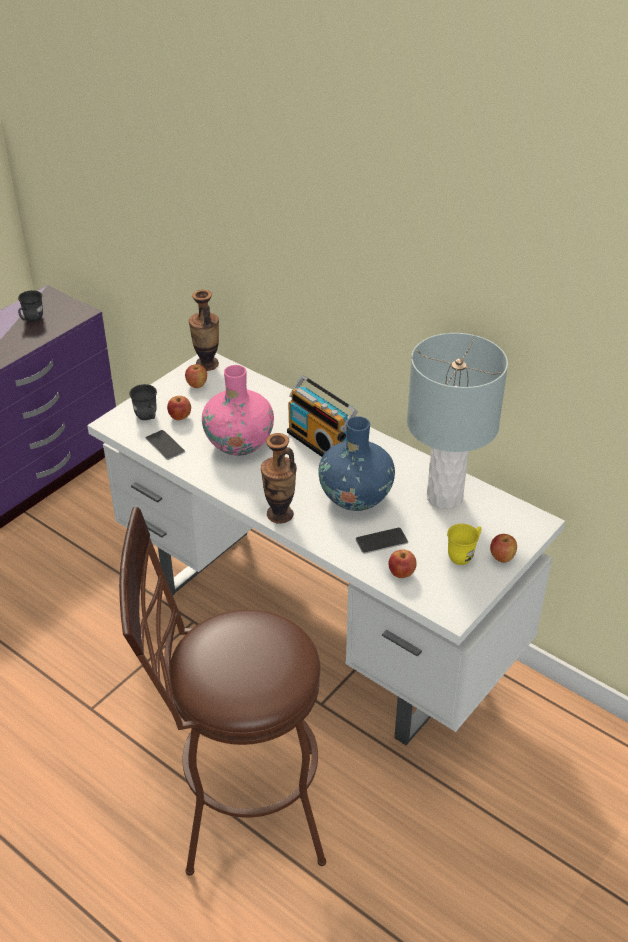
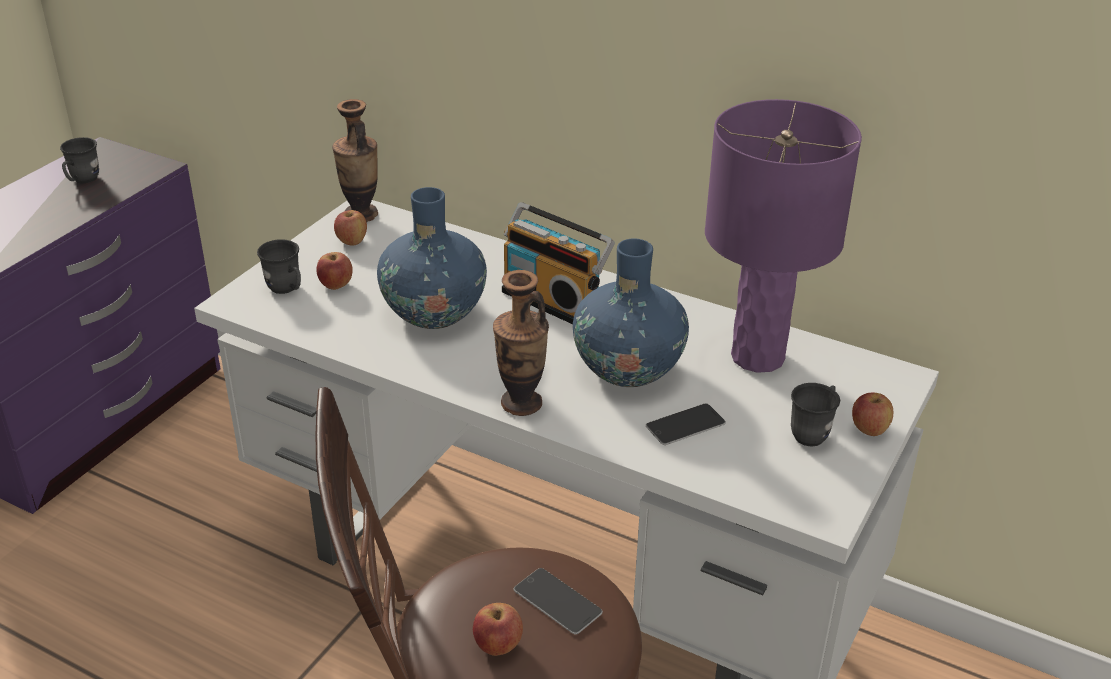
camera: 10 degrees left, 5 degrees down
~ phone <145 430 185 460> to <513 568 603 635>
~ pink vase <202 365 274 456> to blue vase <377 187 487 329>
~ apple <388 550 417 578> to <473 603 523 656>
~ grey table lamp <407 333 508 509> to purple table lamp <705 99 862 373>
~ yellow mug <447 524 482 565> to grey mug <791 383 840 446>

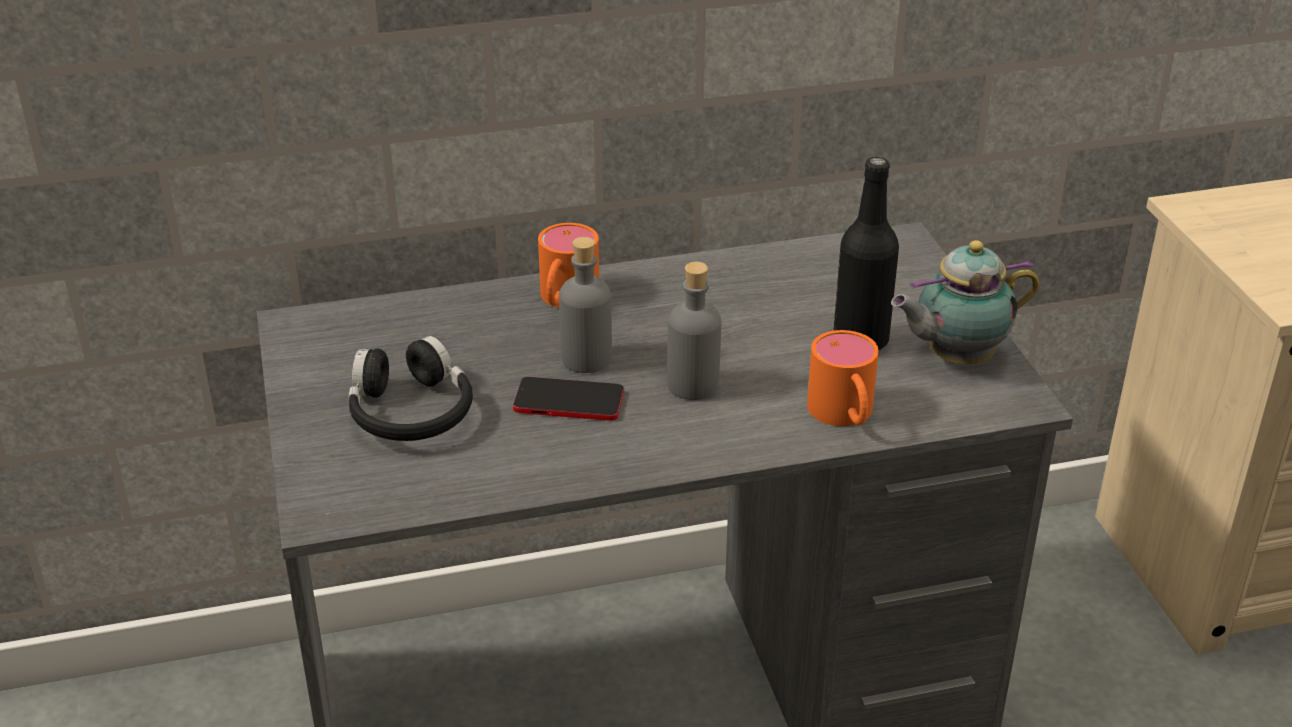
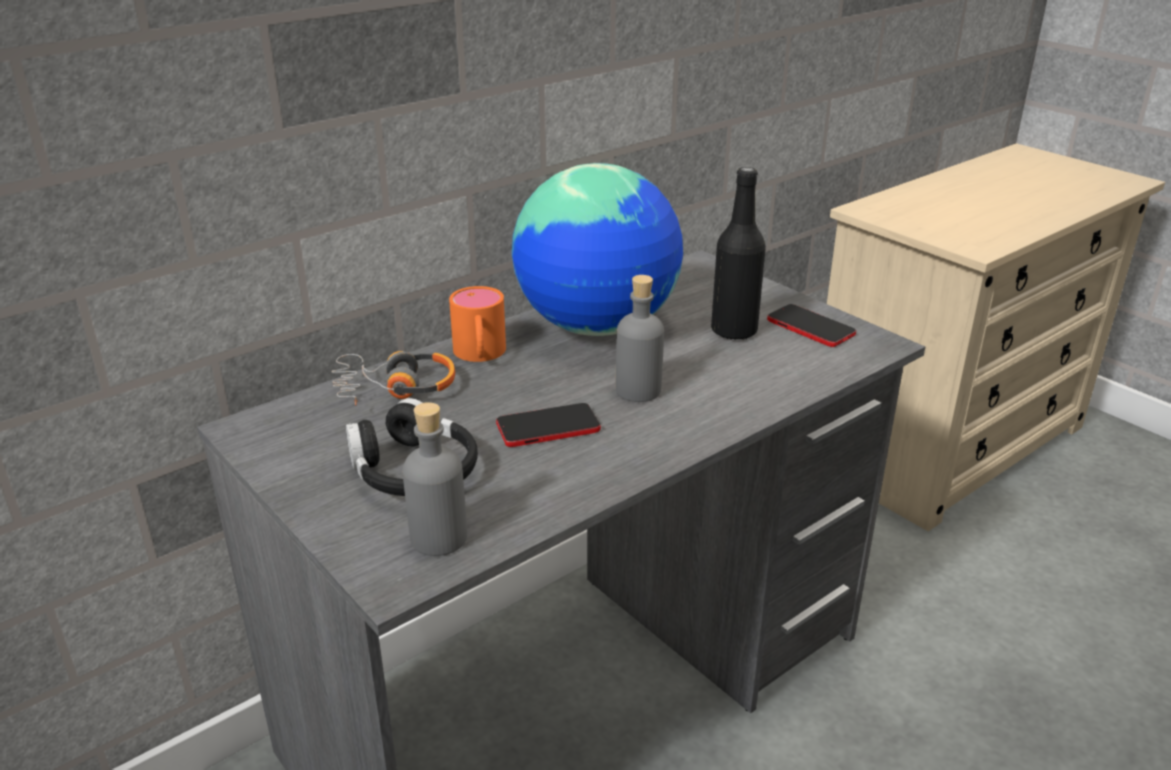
camera: 25 degrees left, 5 degrees down
~ grey bottle <559 237 612 373> to <402 402 467 556>
- orange mug <807 330 879 426>
~ teapot <891 240 1040 364> to phone <767 304 856 347>
+ headphones <331 351 455 405>
+ globe <512 163 683 336>

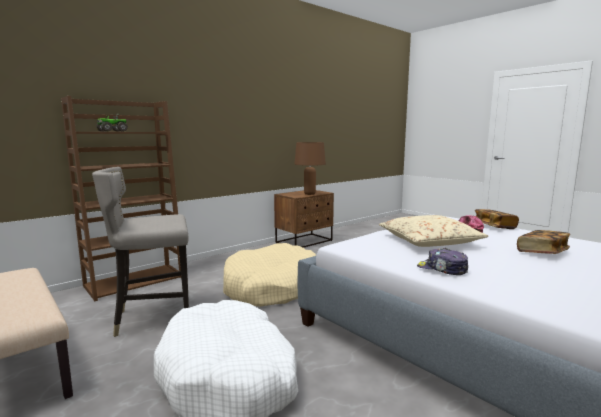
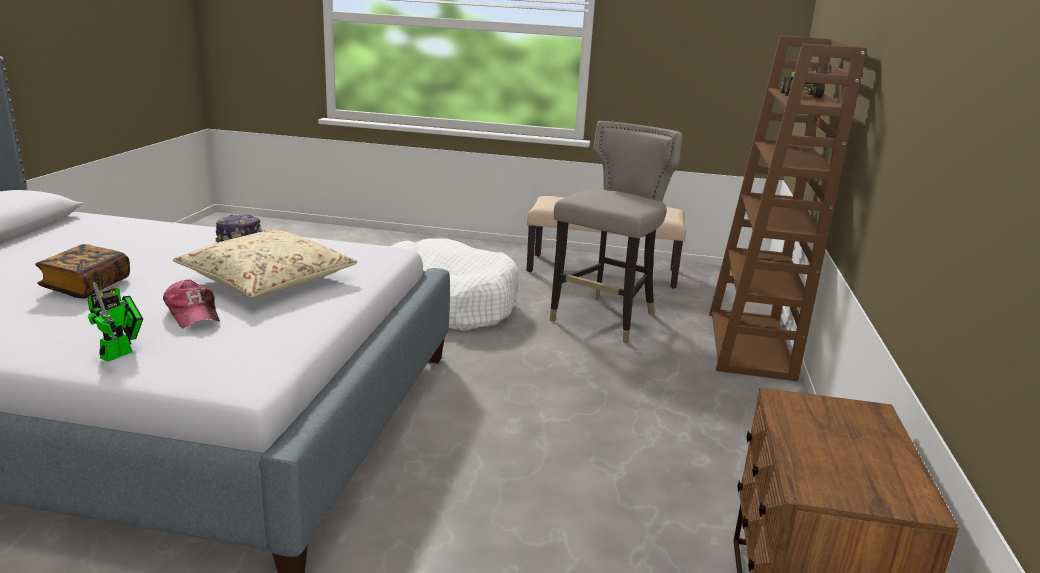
camera: 140 degrees right, 10 degrees up
- beige dog bed <223 243 316 307>
- brown table lamp <294 142 326 195>
~ book <475 209 519 229> to toy robot <88 282 143 362>

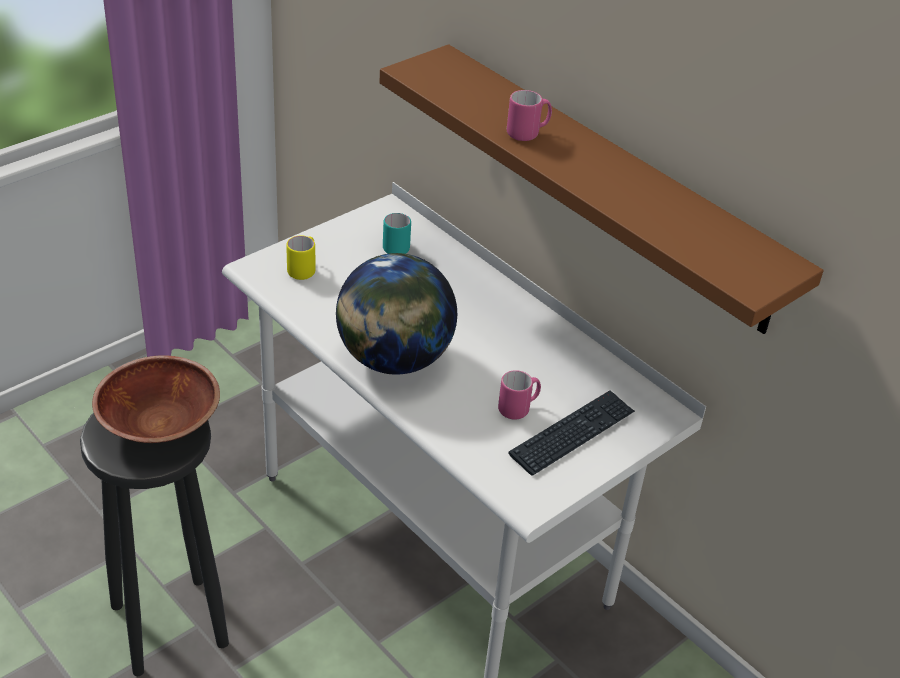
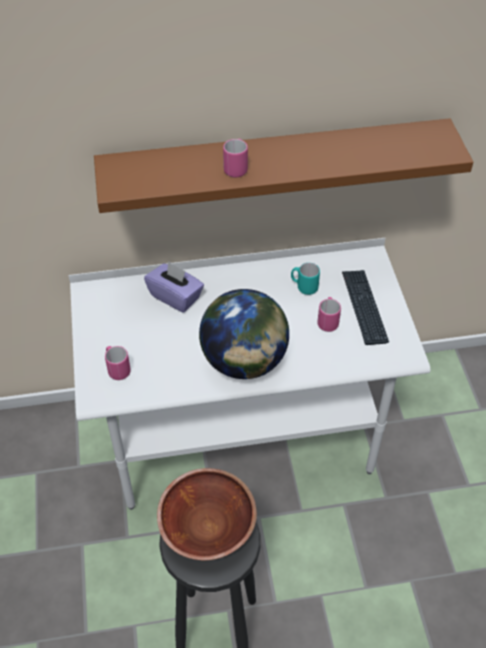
camera: 55 degrees left, 10 degrees up
~ yellow mug <286 236 315 280> to pink mug <105 346 131 380>
~ turquoise mug <383 213 411 254> to <291 263 320 295>
+ purple tissue box <144 261 204 313>

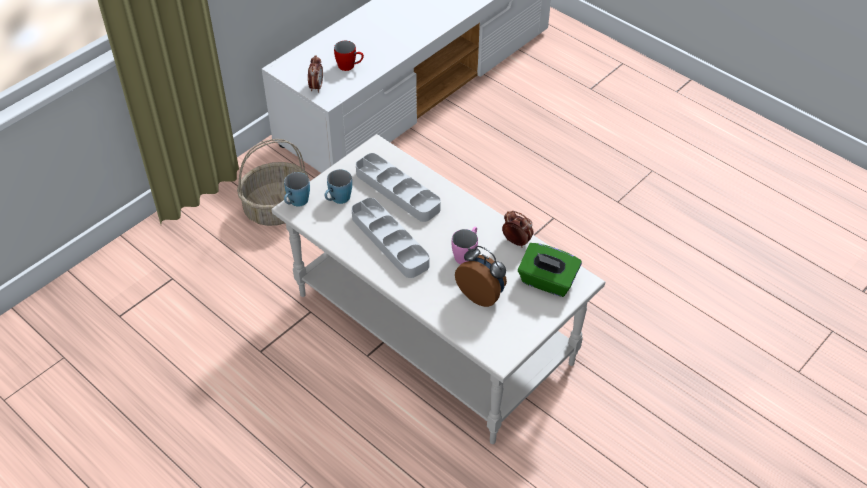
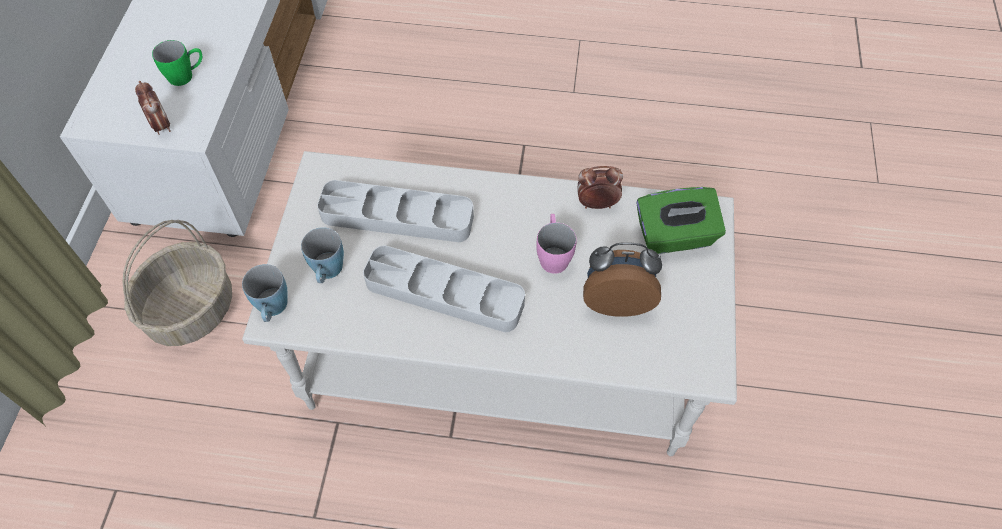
camera: 35 degrees left, 10 degrees up
~ red mug <334 41 364 71> to green mug <152 40 202 86>

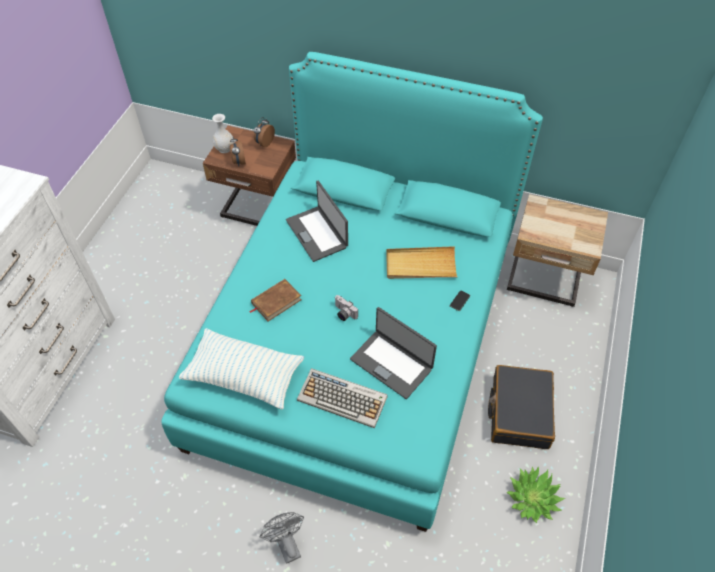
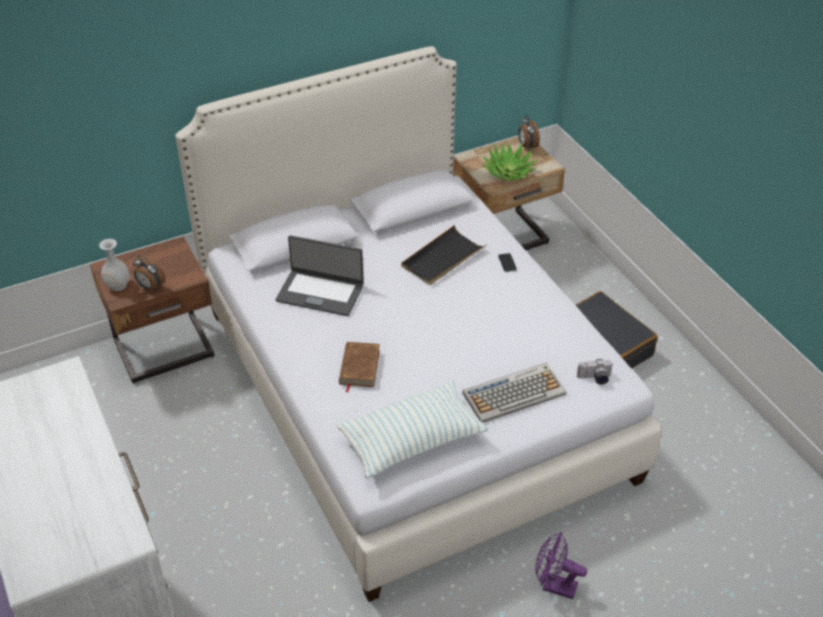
camera: 45 degrees left, 10 degrees down
~ turquoise bed <161 52 543 532> to white bed <175 46 661 602>
~ alarm clock <254 117 275 147> to <518 115 540 150>
~ grey fan <260 512 304 564> to purple fan <535 532 587 599>
~ photo camera <335 295 358 321> to <577 359 613 385>
- laptop <350 307 437 399>
~ beige tray <386 246 458 279> to black tray <401 225 486 285>
~ potted plant <506 466 565 523> to <482 143 537 181>

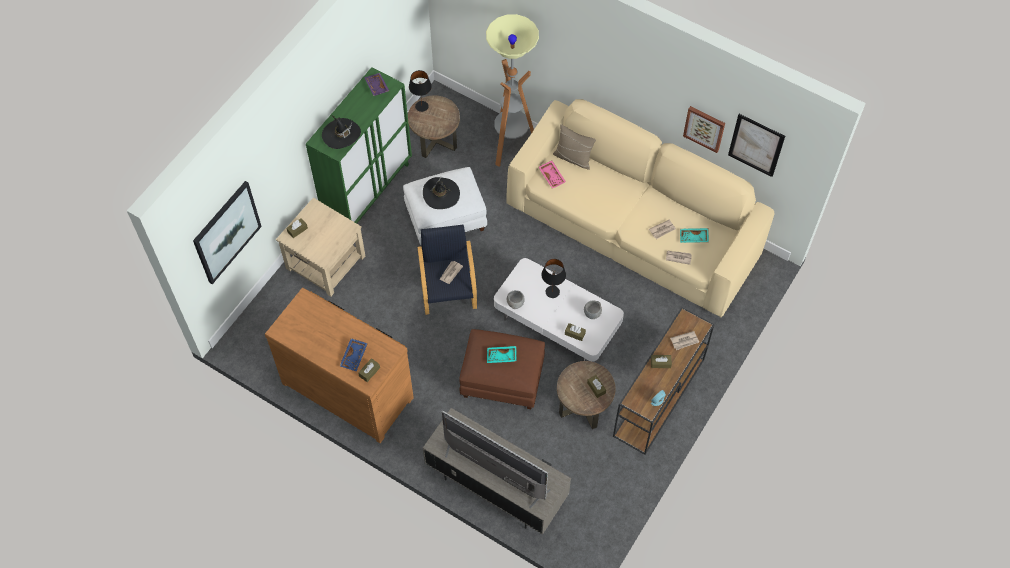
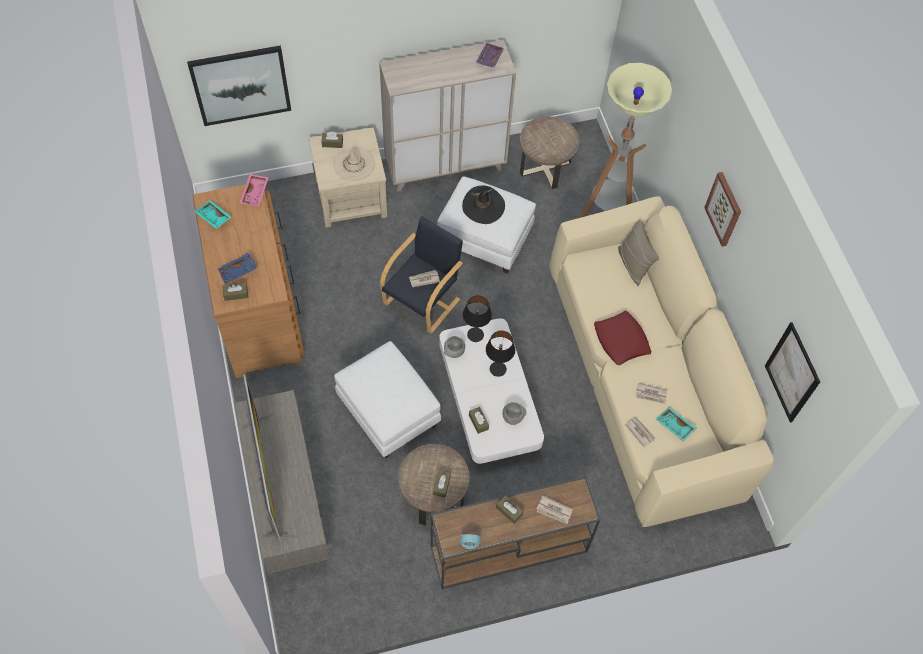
camera: 40 degrees right, 0 degrees up
~ green cabinet <306 67 412 223> to beige cabinet <379 40 516 191>
- black hat <322 115 361 149>
~ black table lamp <409 70 432 112> to <463 295 492 342>
~ brown ottoman <459 329 545 409> to white ottoman <334 341 441 459>
~ turquoise tray <487 346 516 363> to <194 200 231 229>
~ pink tray <538 161 566 189> to <240 174 269 207>
~ picture <683 106 725 153> to <704 172 741 247>
+ beige hat <333 147 375 181>
+ red pillow <594 311 651 365>

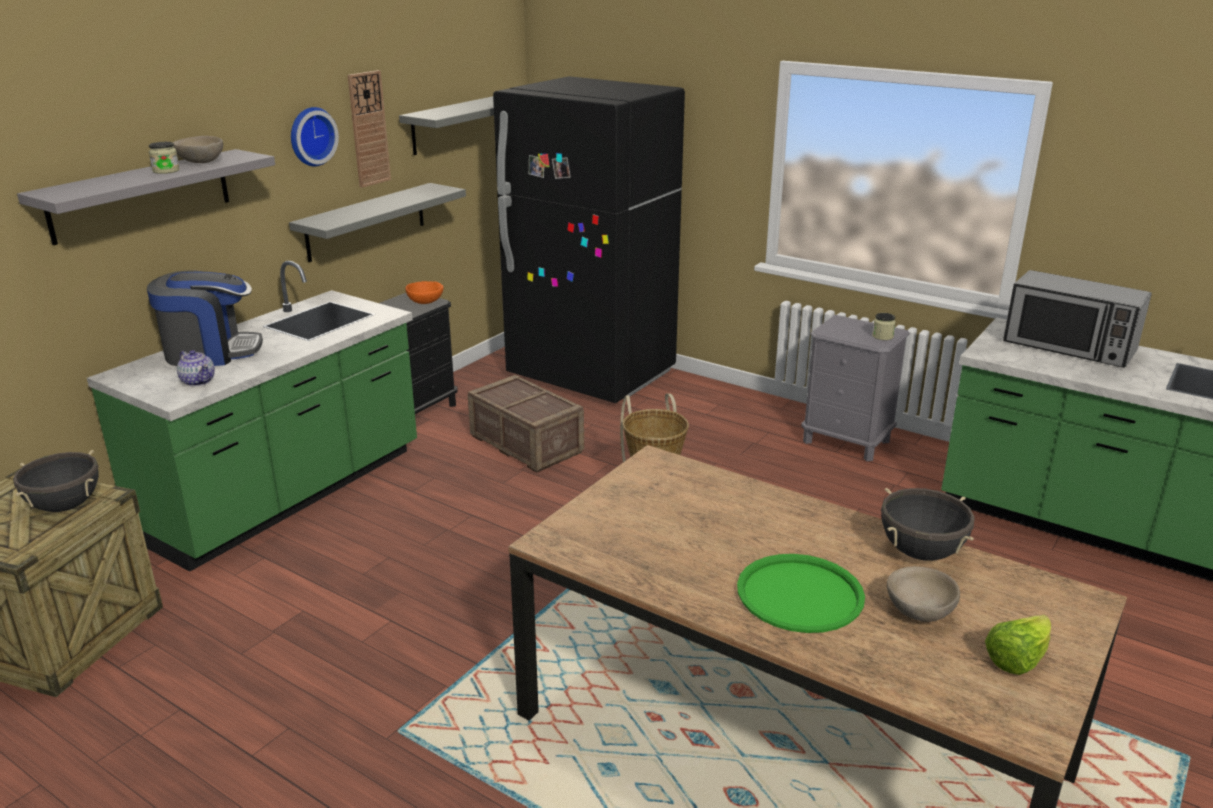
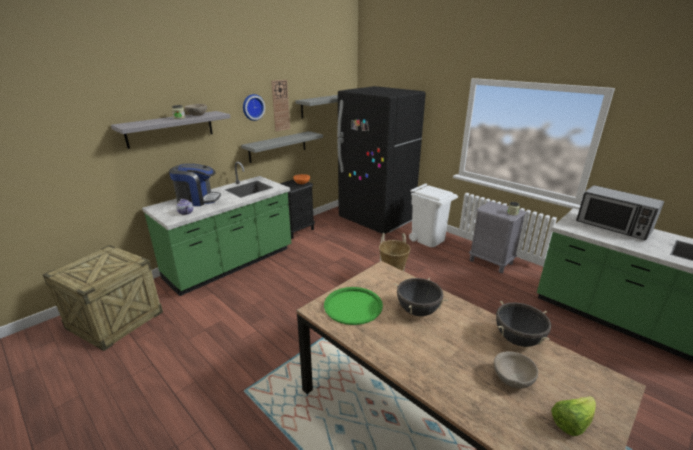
camera: 10 degrees right, 0 degrees up
~ black cooking pot <13 450 99 512> to <394 277 448 316>
- crate <468 375 584 473>
~ green tray <737 554 865 633> to <324 287 383 325>
+ white trash can <409 183 458 247>

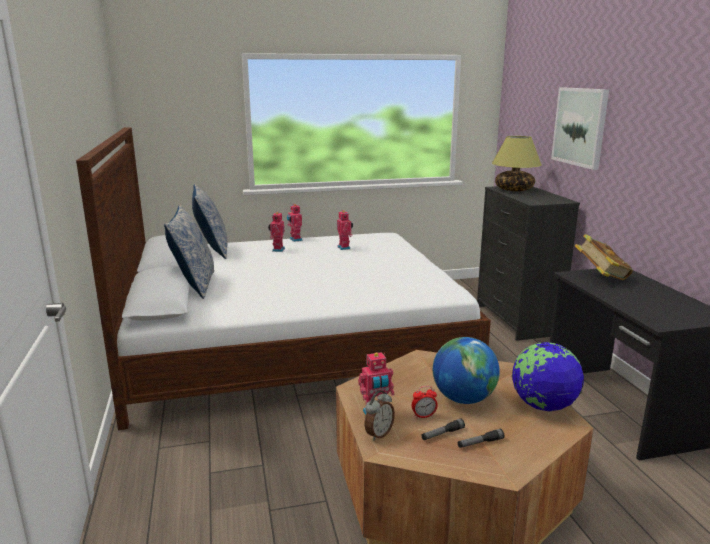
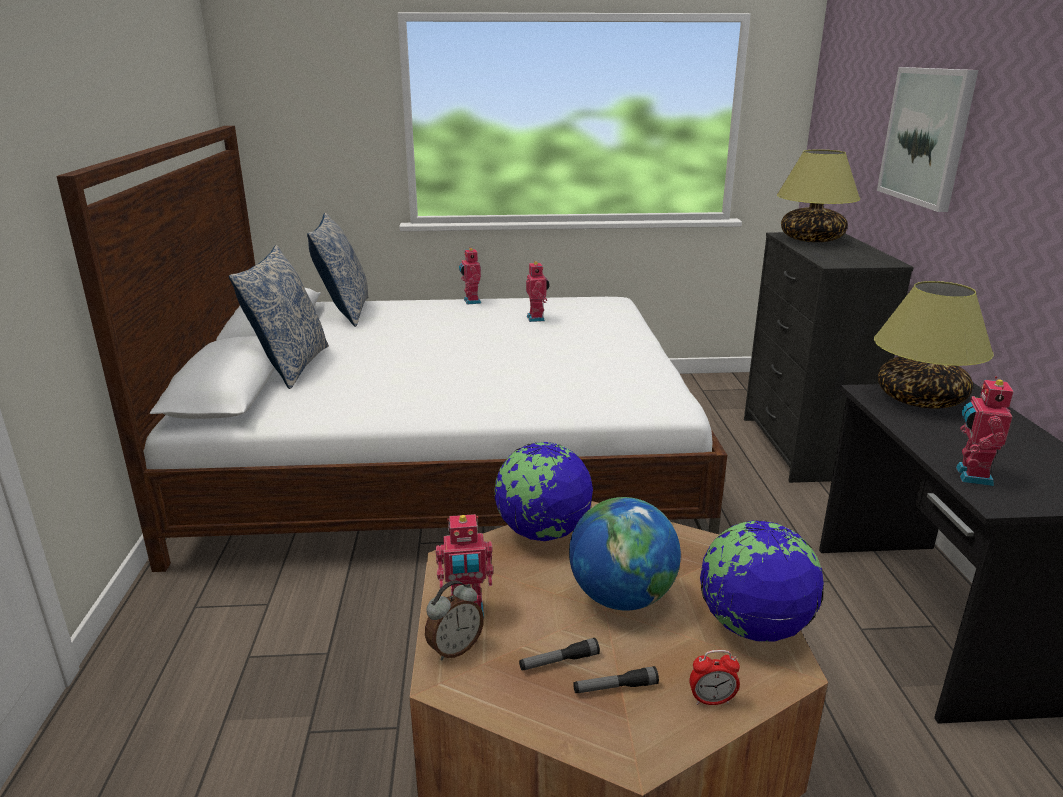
camera: 10 degrees right, 5 degrees up
~ toy robot <268 212 285 252> to <956 376 1014 486>
~ alarm clock <412 386 438 419> to <689 650 740 705>
~ book <575 234 633 280> to table lamp <874 281 994 409>
+ globe <494 442 593 541>

